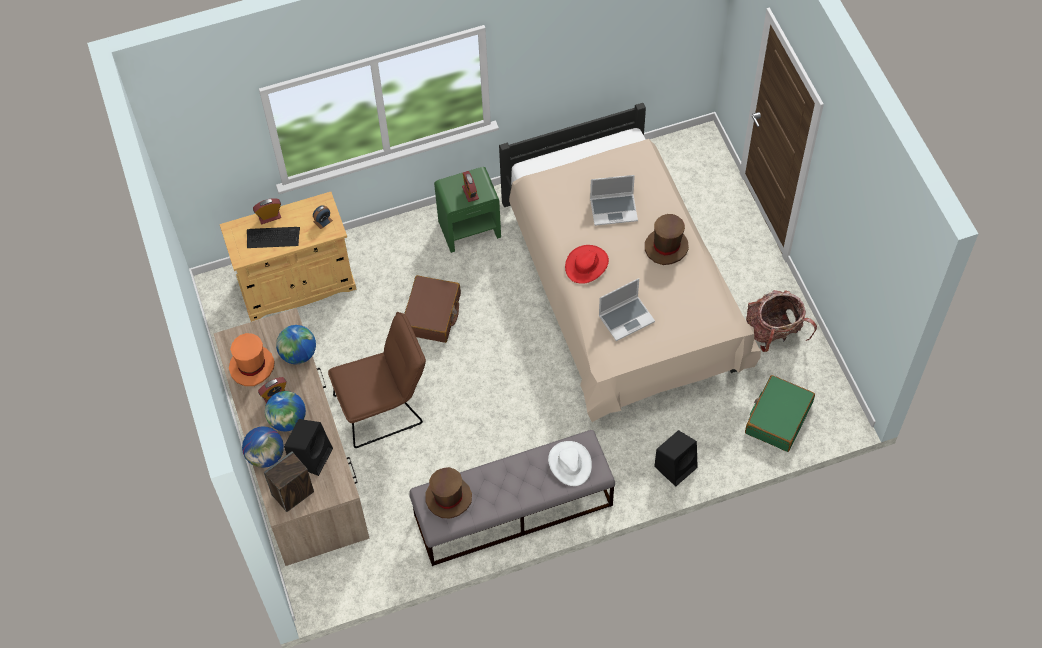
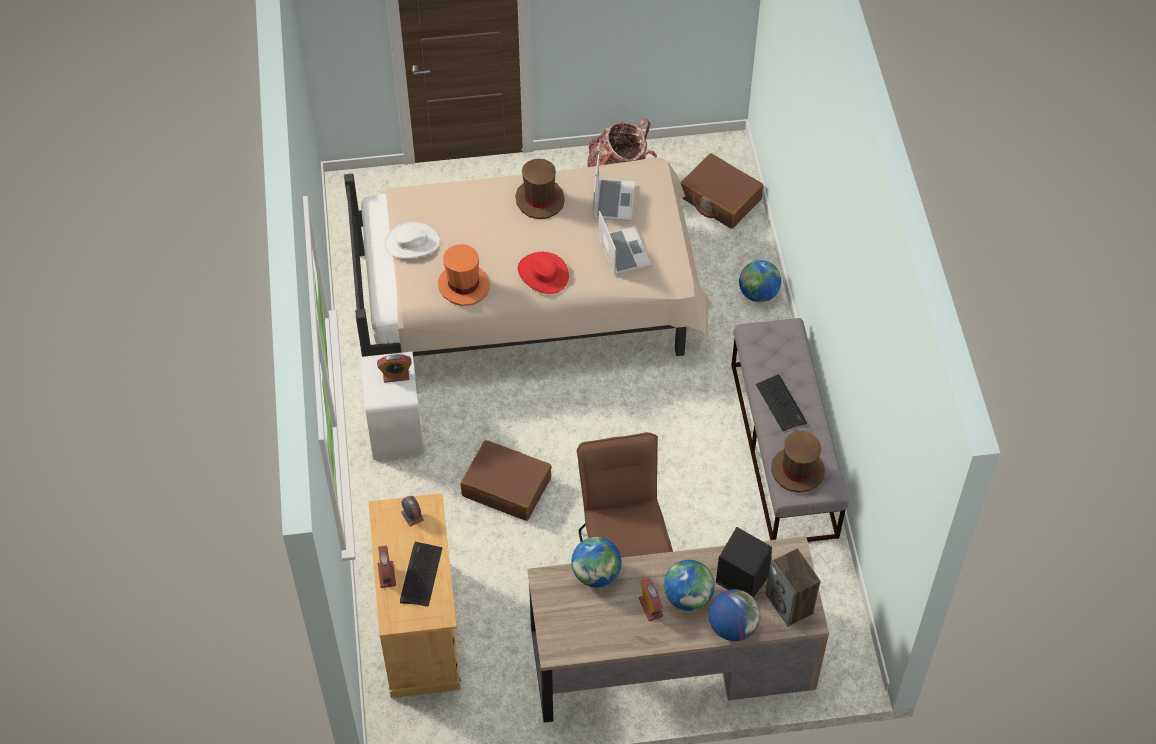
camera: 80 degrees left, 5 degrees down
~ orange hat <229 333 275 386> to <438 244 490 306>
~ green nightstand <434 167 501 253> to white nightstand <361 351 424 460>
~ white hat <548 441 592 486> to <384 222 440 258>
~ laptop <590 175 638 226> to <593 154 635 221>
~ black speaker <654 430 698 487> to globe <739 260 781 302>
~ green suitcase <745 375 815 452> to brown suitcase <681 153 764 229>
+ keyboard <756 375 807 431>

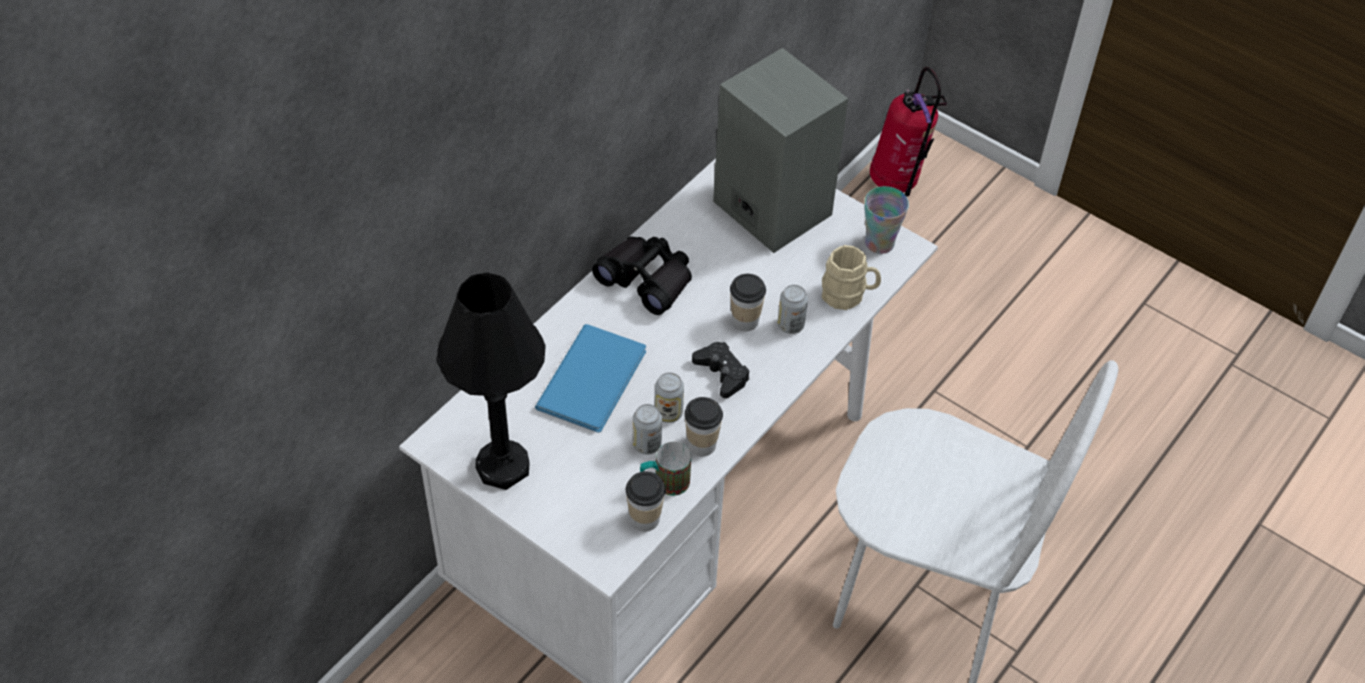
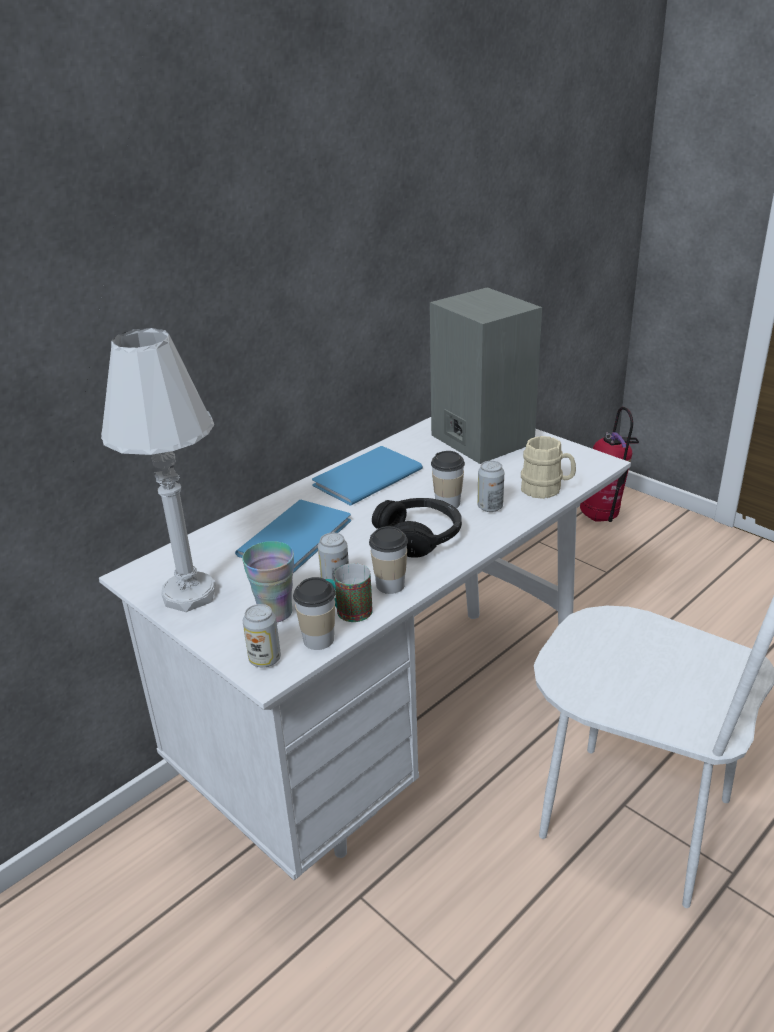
camera: 10 degrees right, 20 degrees down
~ black table lamp <436 273 546 490> to white table lamp <101 328 215 612>
~ black binoculars <592 236 692 315> to blue book <312 446 423 506>
~ can <655 372 684 423> to <243 604 281 668>
~ black game controller <692 342 749 398> to black headphones <372 498 462 558>
~ cup <865 186 909 254> to <242 541 294 622>

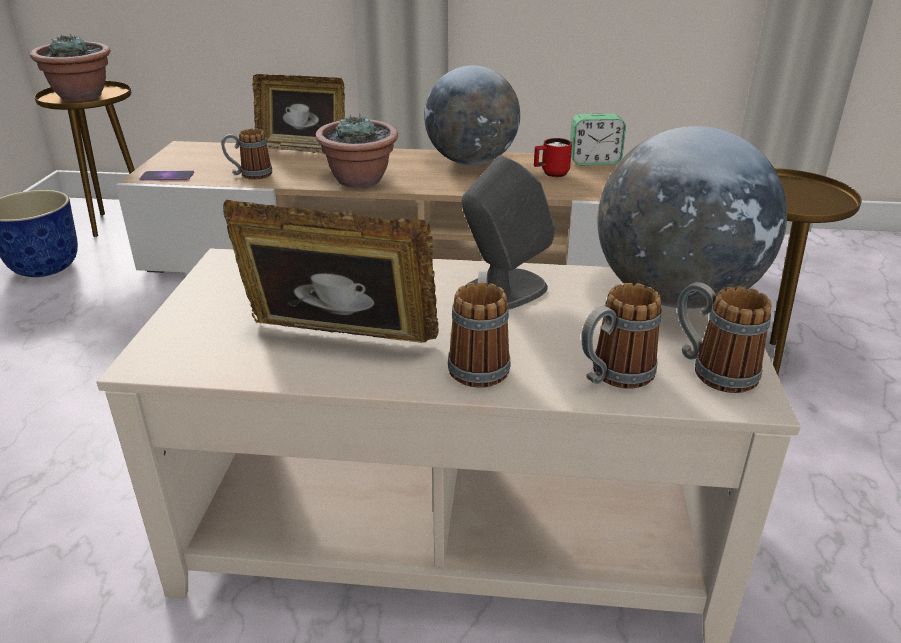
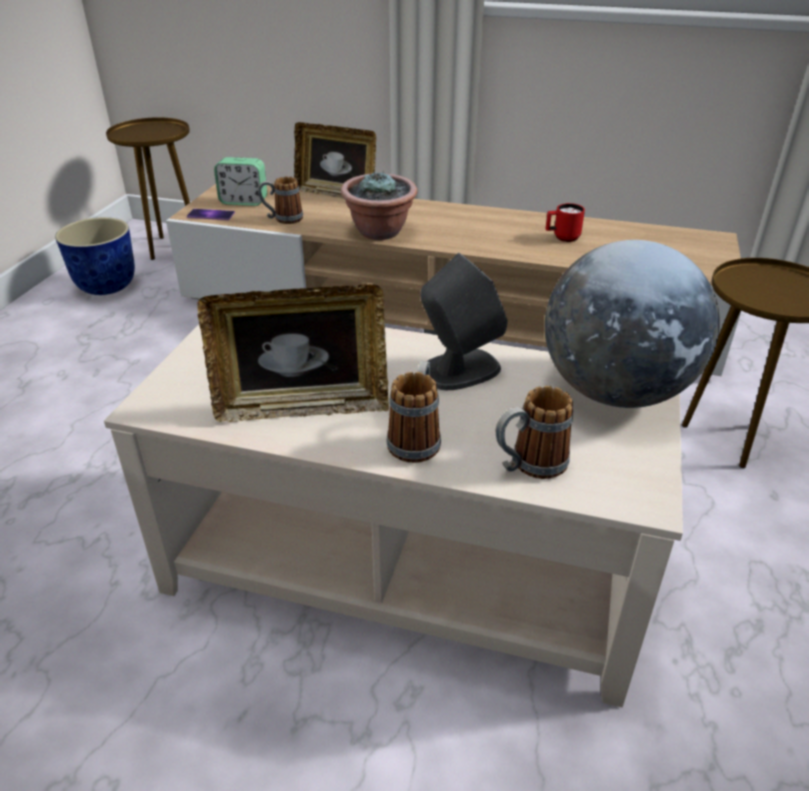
camera: 10 degrees right, 5 degrees up
- potted plant <30 34 111 101>
~ picture frame <223 200 439 343> = <197 284 389 422> 150 degrees clockwise
- globe <424 66 520 165>
~ alarm clock <570 113 626 165> to <214 157 267 206>
- mug <677 282 772 393>

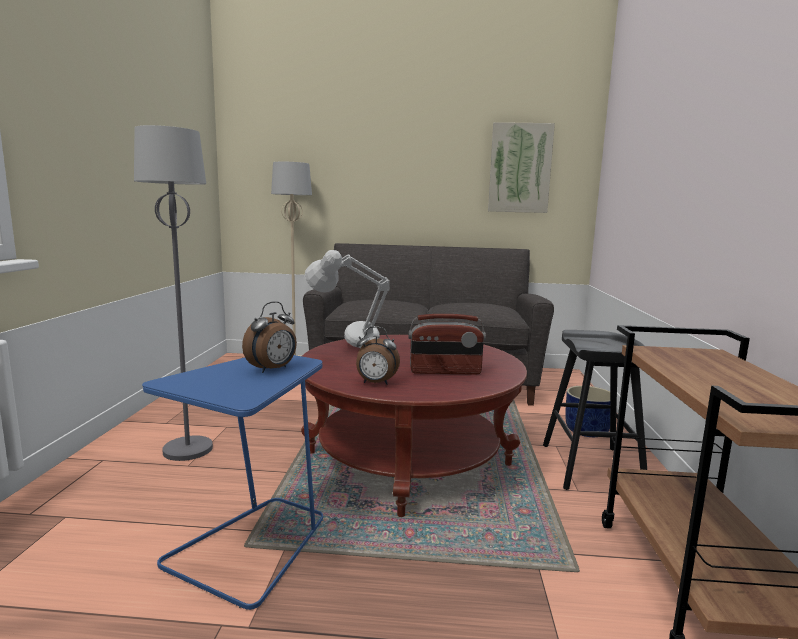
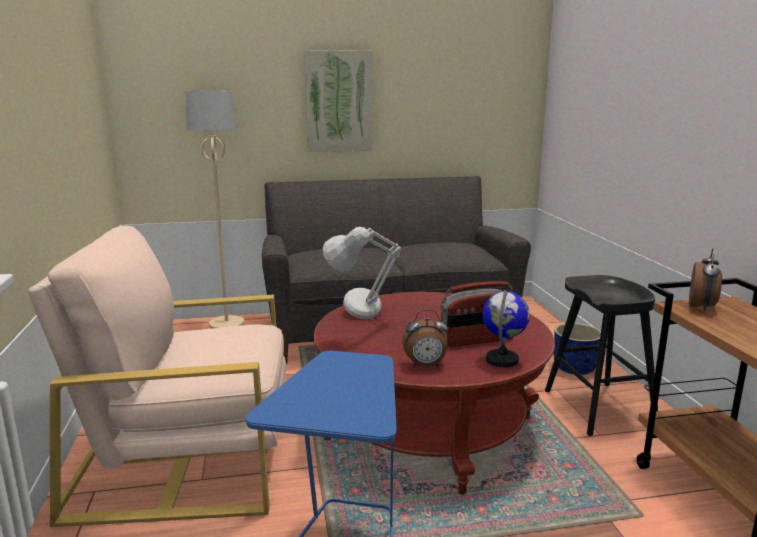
camera: 15 degrees left, 5 degrees up
~ grey floor lamp <134 125 213 461> to beige armchair <28 225 287 527>
~ alarm clock <242 301 297 373> to <689 248 722 311>
~ picture <488 122 555 213> to <304 50 373 152>
+ globe <482 290 530 367>

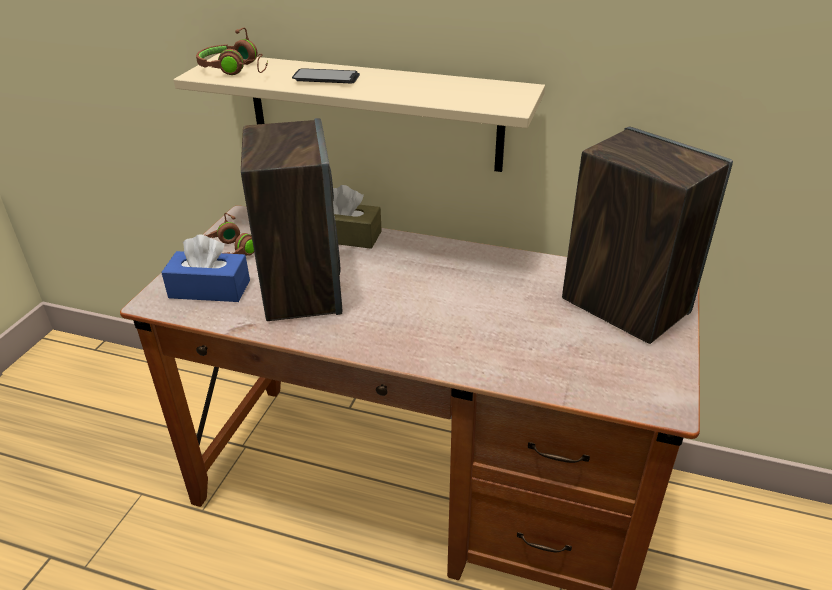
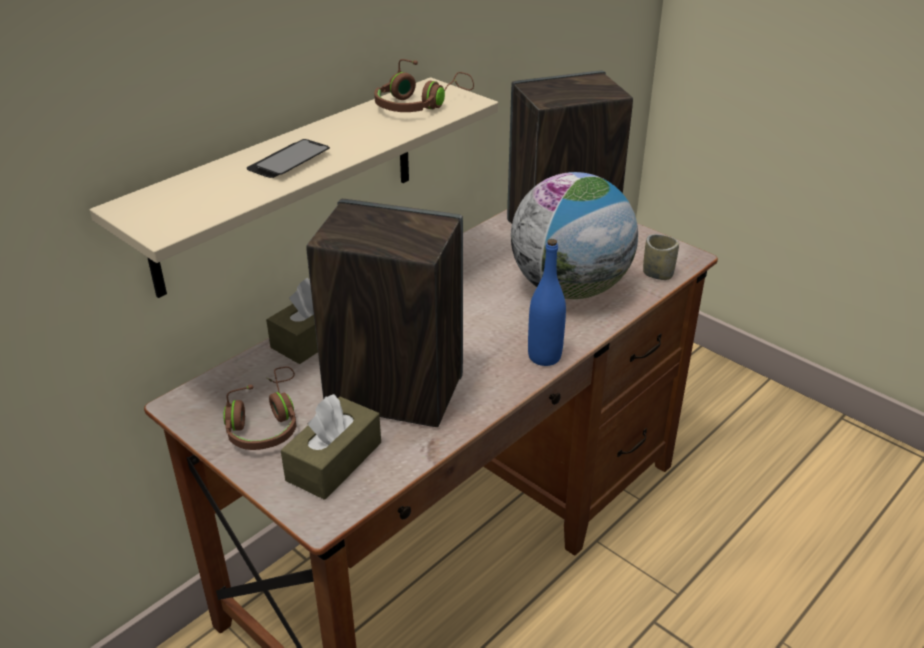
camera: 65 degrees left, 0 degrees up
~ blue tissue box <161 235 250 302> to brown tissue box <281 394 381 500>
~ brown headphones <196 28 268 75> to <374 59 474 112>
+ globe <511 172 638 299>
+ blue bottle <528 239 566 366>
+ cup <643 234 679 280>

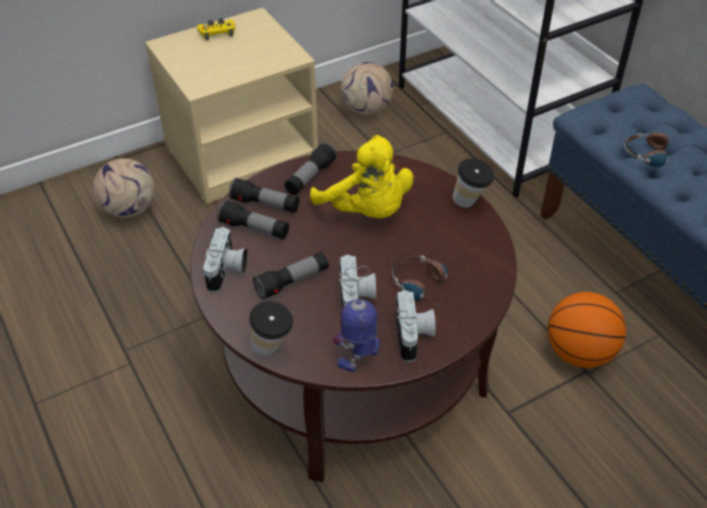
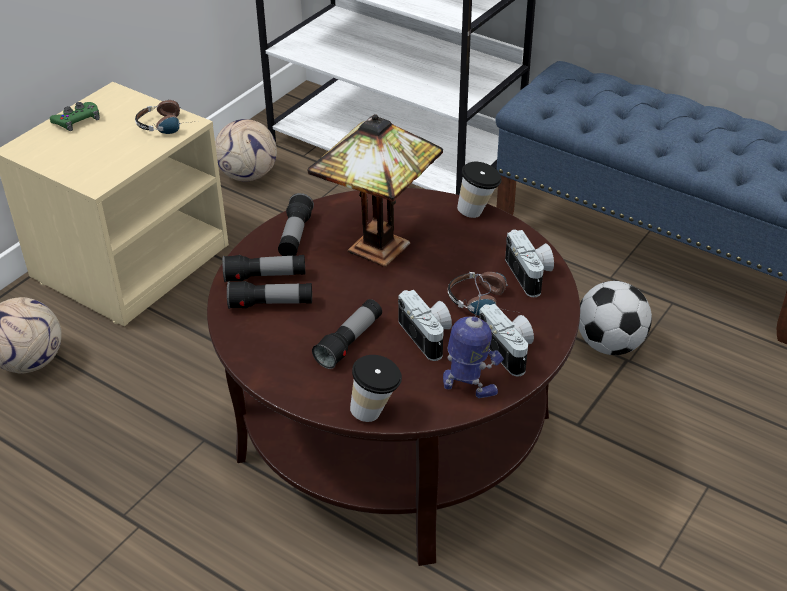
camera: 25 degrees left, 5 degrees down
~ yellow game controller <197 18 235 40> to green game controller <50 102 100 131>
~ photo camera <203 227 248 293> to <505 229 554 297>
~ yellow plush toy <310 135 414 218> to table lamp <307 114 443 267>
~ toy robot <333 266 380 372> = <443 274 504 398> 90 degrees clockwise
~ basketball <548 292 626 368> to football <579 281 652 355>
~ headphones <624 132 680 167> to <135 100 196 134>

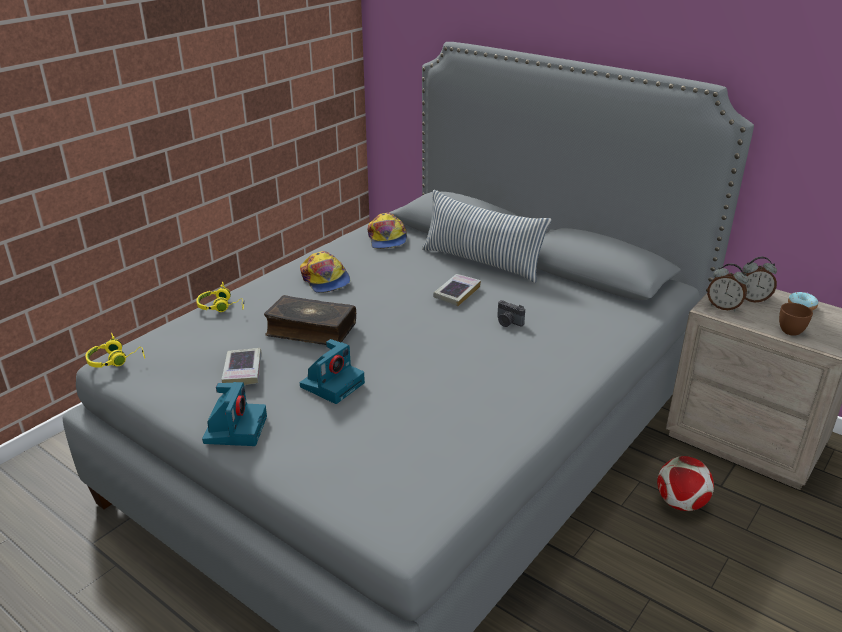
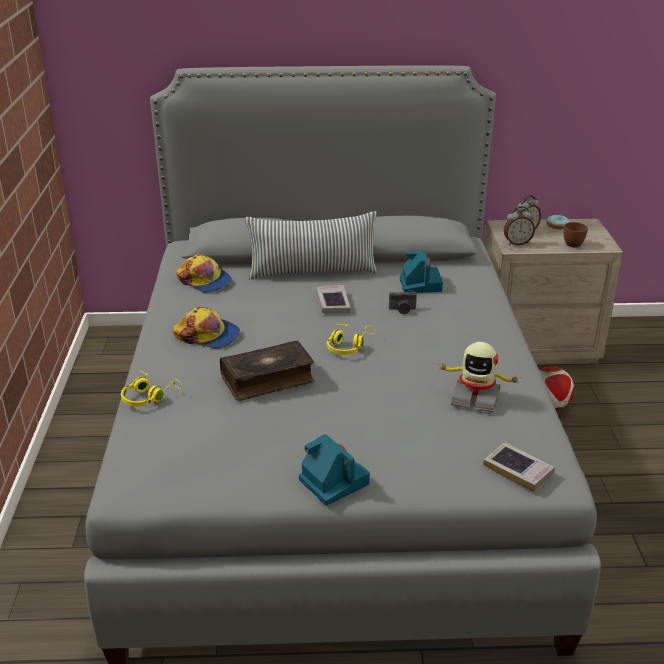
camera: 40 degrees left, 0 degrees up
~ yellow headphones <85 333 145 368> to <327 324 376 355>
~ book <221 348 262 385> to <483 442 555 492>
~ photo camera <300 339 365 404> to <400 250 443 293>
+ toy robot <437 342 520 413>

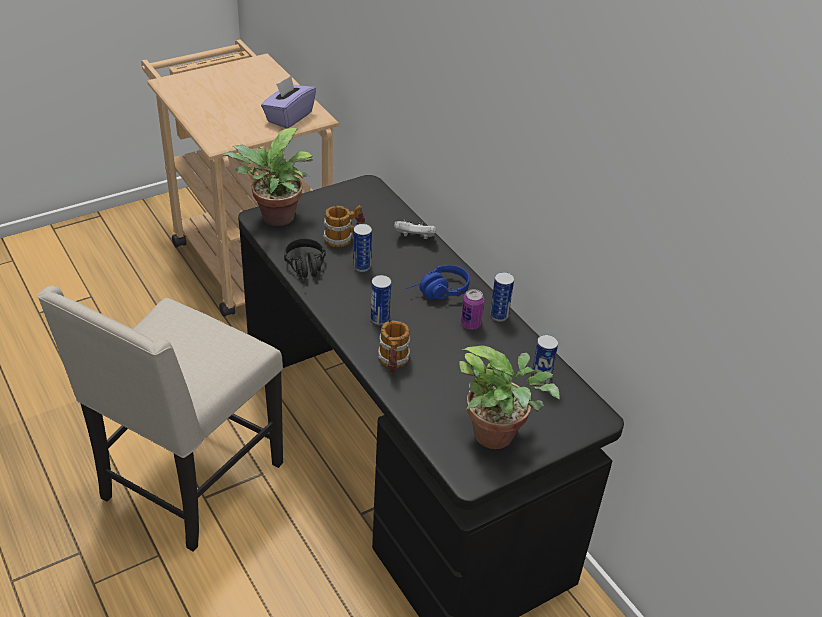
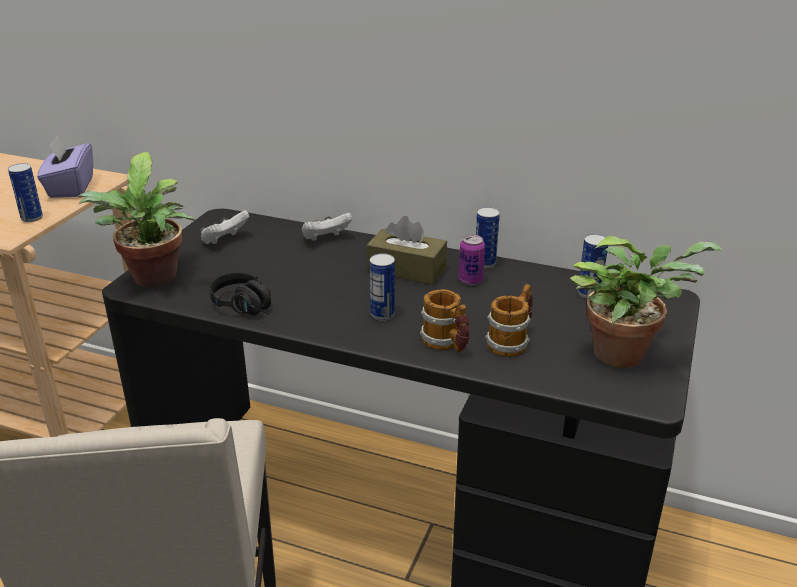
camera: 35 degrees left, 10 degrees down
~ mug <323 205 365 247> to <485 284 533 357>
~ can <353 224 372 272> to <8 163 43 222>
~ blue headphones <406 265 470 300> to brown tissue box <367 216 447 285>
+ white game controller <200 210 250 245>

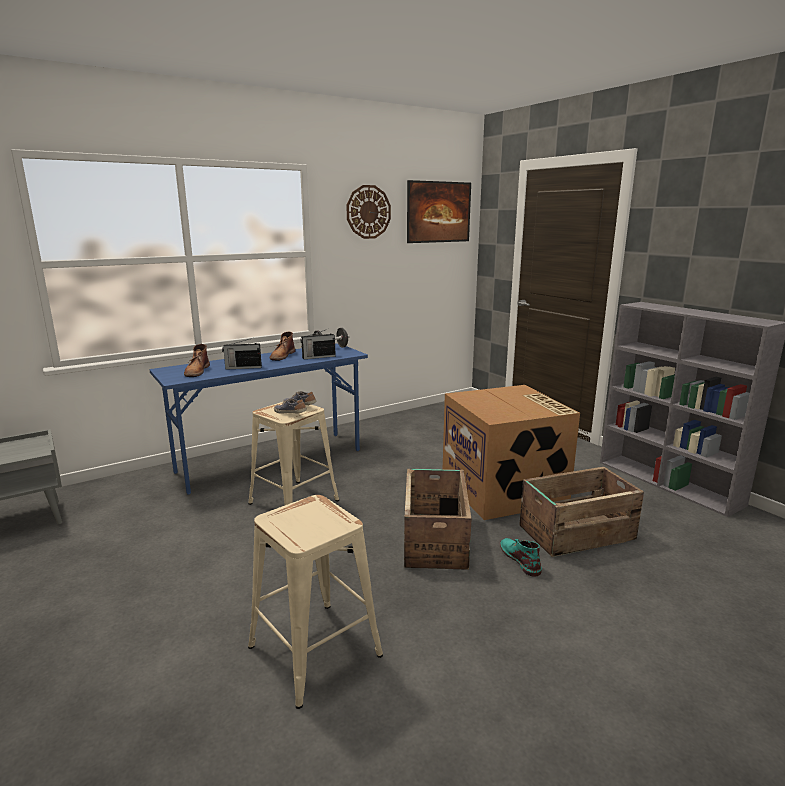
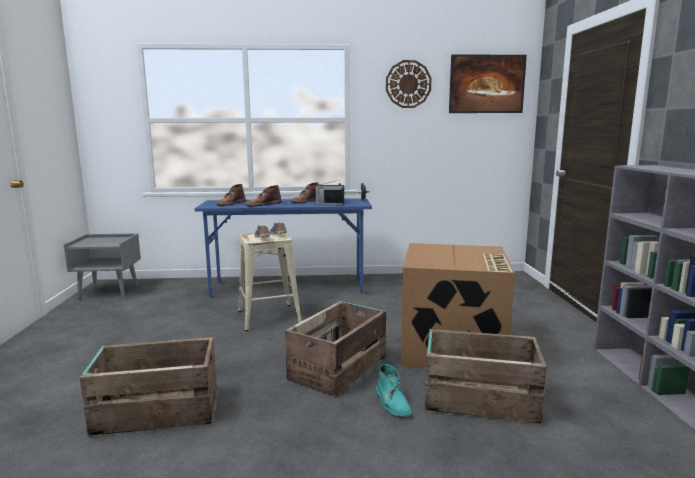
camera: 30 degrees right, 5 degrees down
~ radio <222 338 262 370> to brown boot <245 185 282 207>
~ beige stool <248 495 383 709> to crate <80 337 217 437>
~ turquoise boot <500 538 542 577> = <376 364 413 418> 150 degrees clockwise

